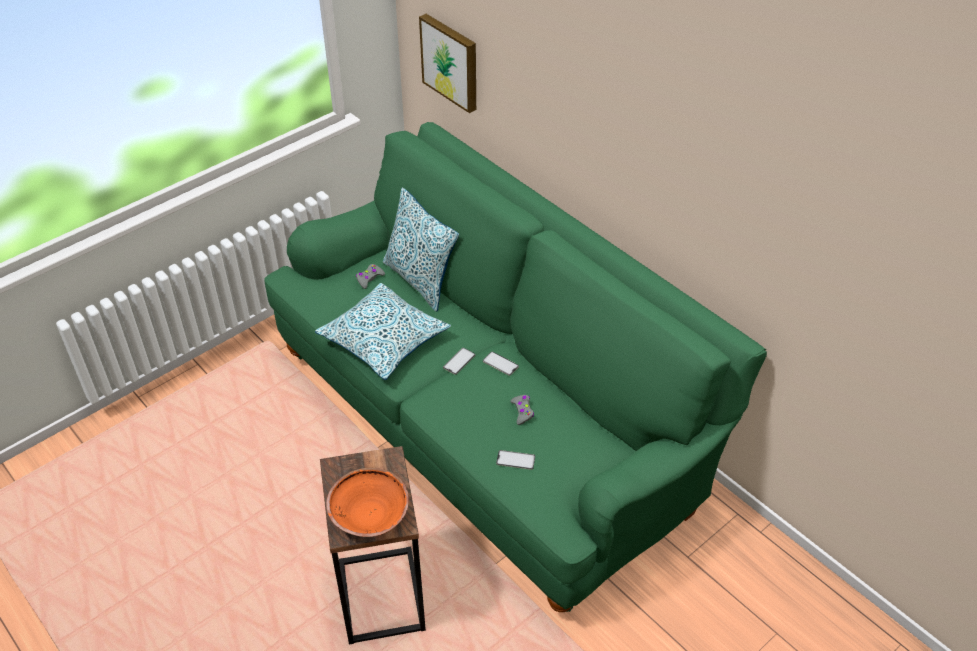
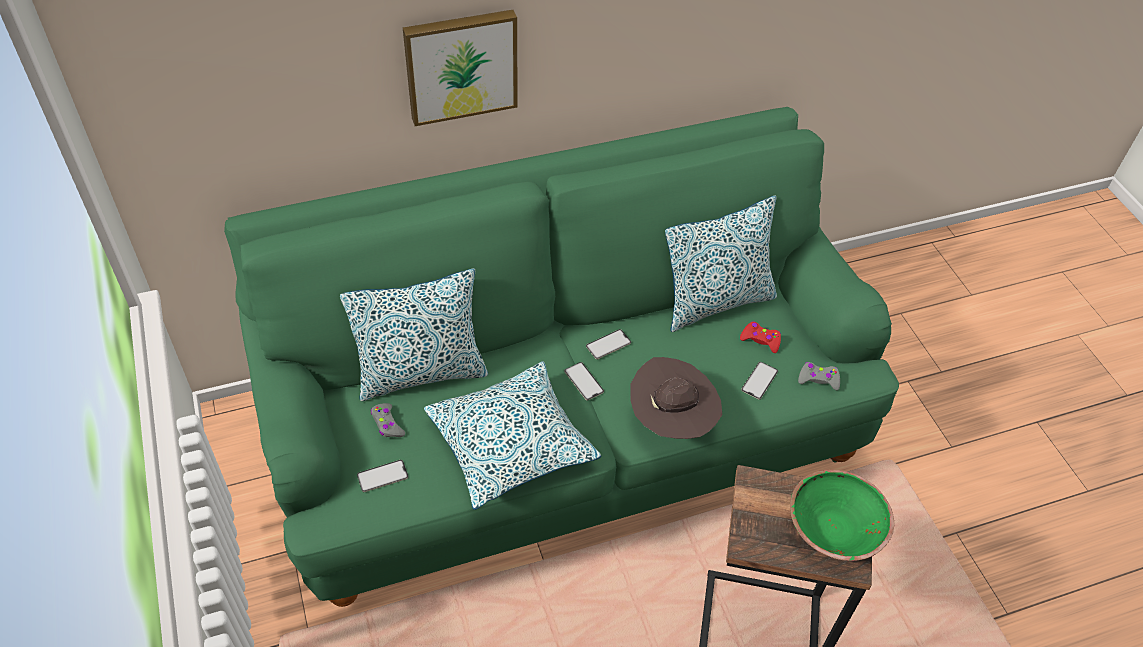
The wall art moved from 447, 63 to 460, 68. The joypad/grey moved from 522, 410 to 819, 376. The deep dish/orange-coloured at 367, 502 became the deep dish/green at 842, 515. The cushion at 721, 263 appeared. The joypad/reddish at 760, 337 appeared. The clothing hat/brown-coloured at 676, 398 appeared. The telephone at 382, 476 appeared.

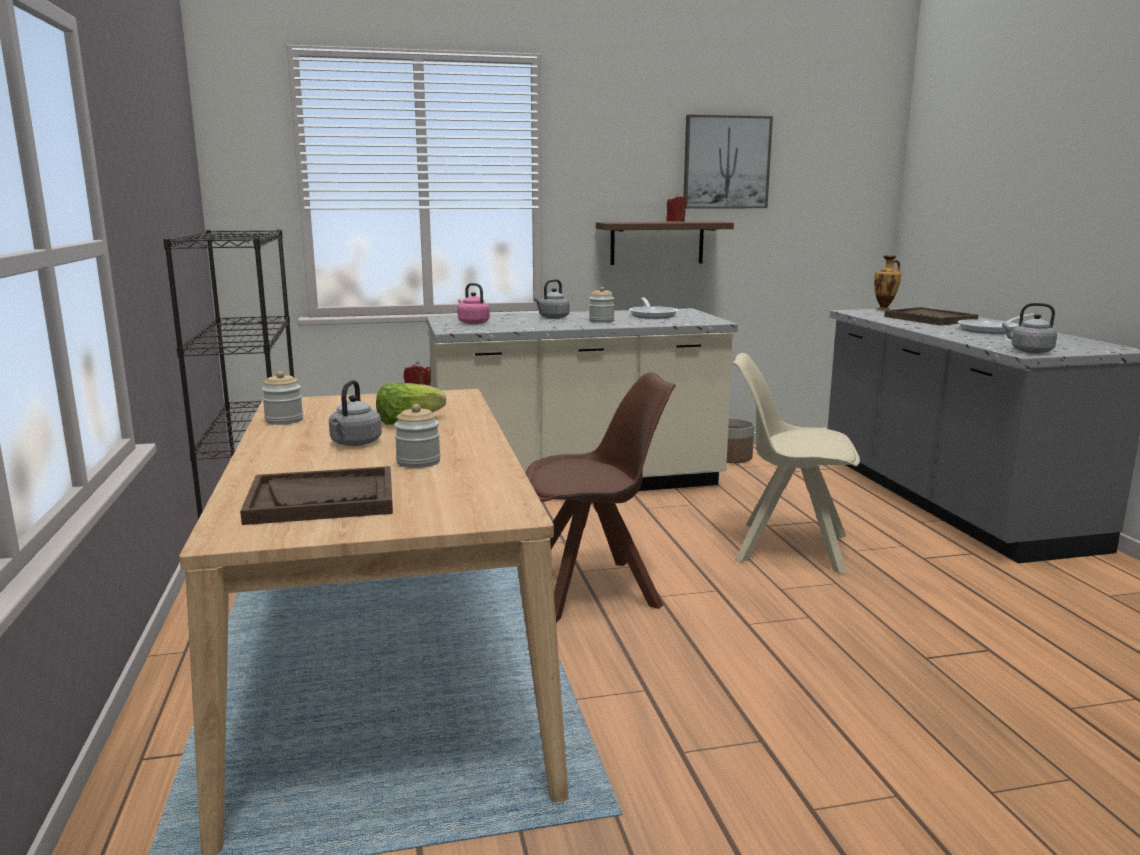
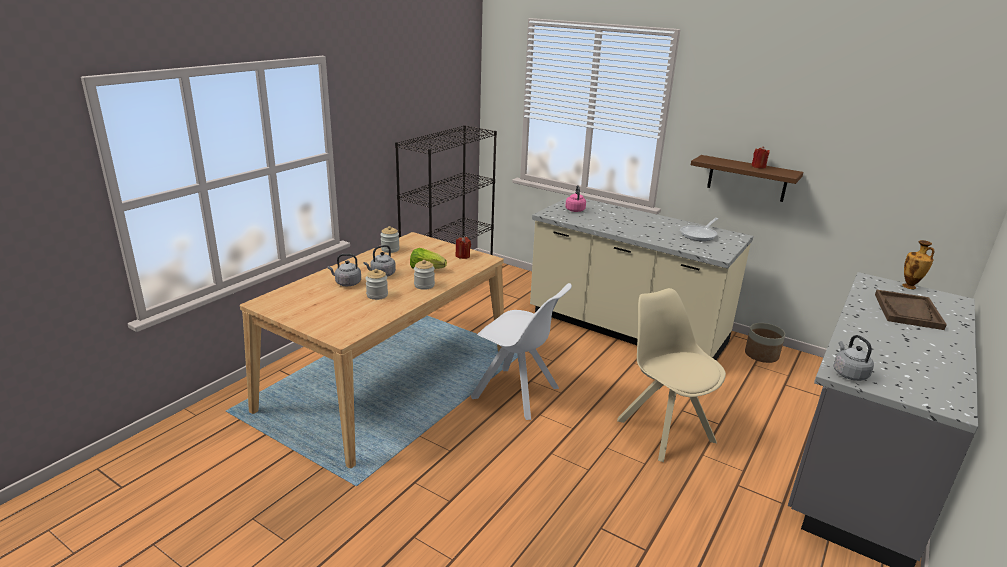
The wall art at 728, 162 disappeared. The water kettle/grey moved from 551, 299 to 344, 270. The storage jar moved from 602, 305 to 424, 275. The pan at 996, 323 disappeared. The upright chair/brown-coloured at 600, 497 became the upright chair/white at 521, 351. The serving tray/brown-coloured at 316, 495 disappeared.

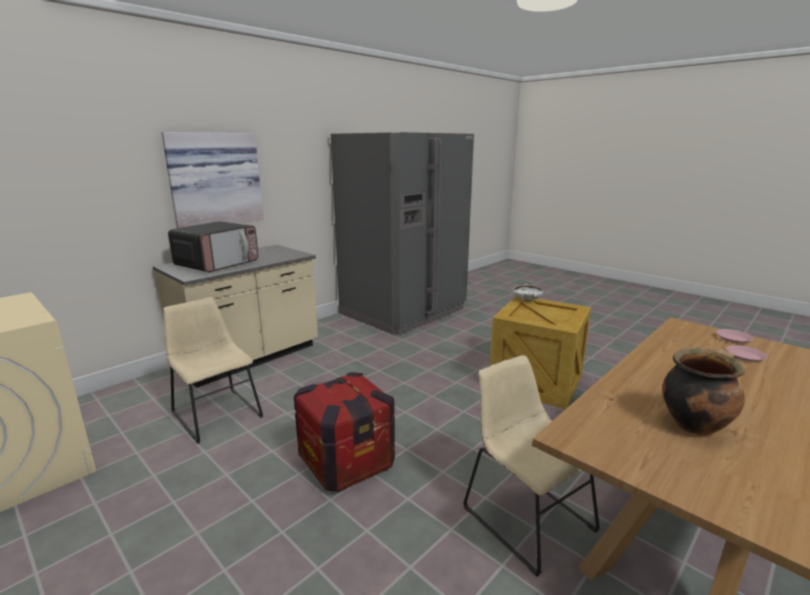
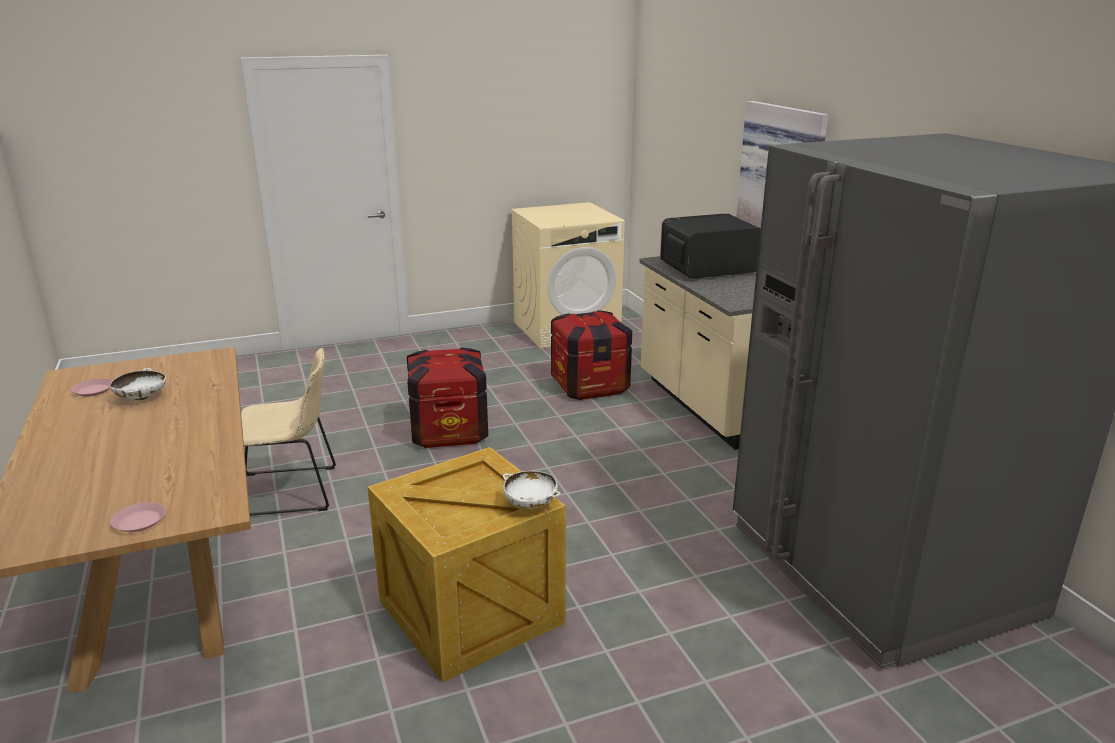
The microwave oven at 213, 246 turned 105 degrees clockwise. The upright chair/beige-coloured at 213, 370 was replaced by the packing crate at 591, 355. The flat dish/pink-coloured moved from 746, 353 to 91, 388. The saucepot at 703, 391 was replaced by the deep dish/white at 138, 384.

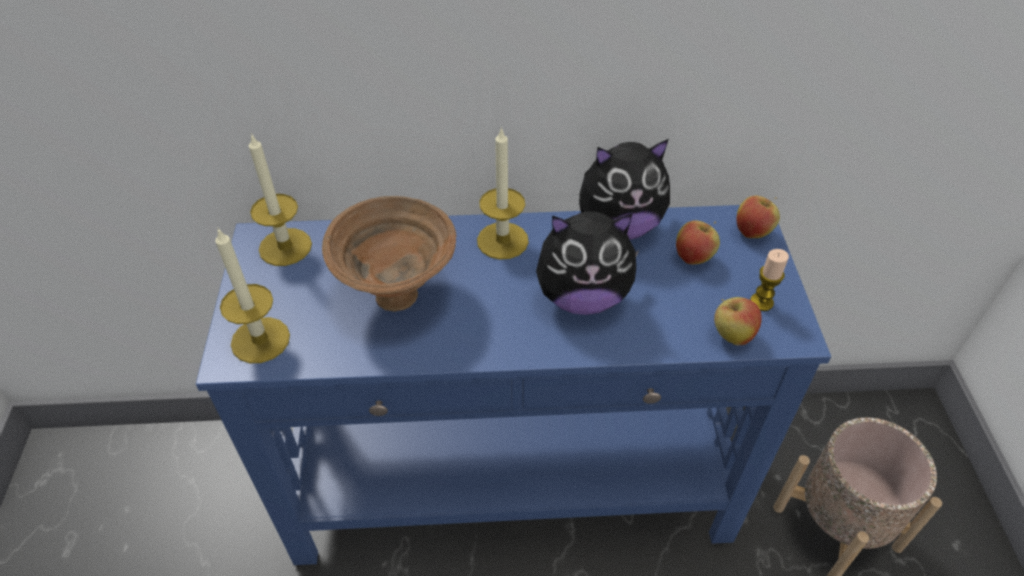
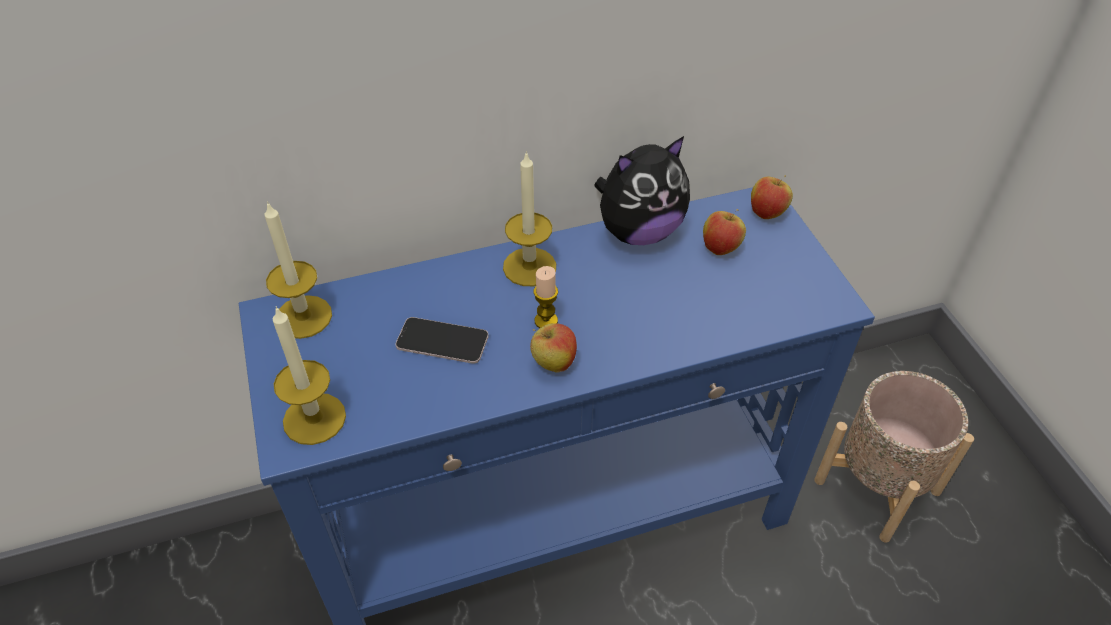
The deep dish/brown-coloured at 389, 254 was replaced by the telephone at 442, 340. The plush toy at 588, 263 disappeared. The wax candle moved from 769, 280 to 546, 297. The apple fruit moved from 738, 321 to 553, 348.

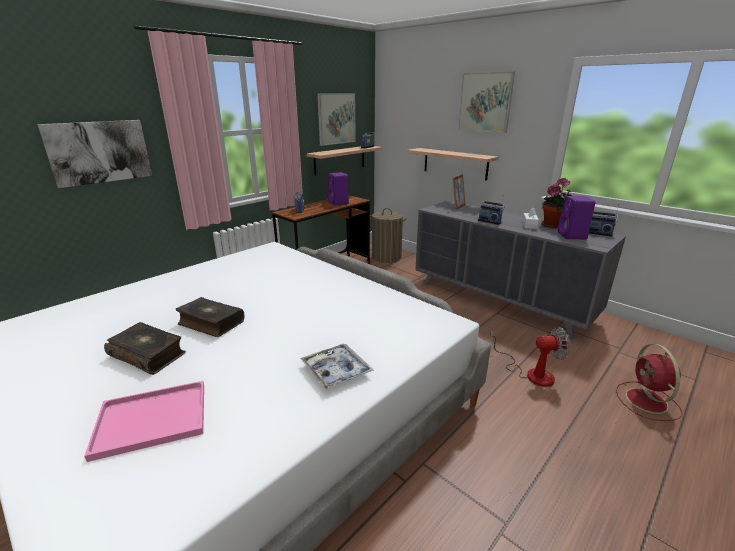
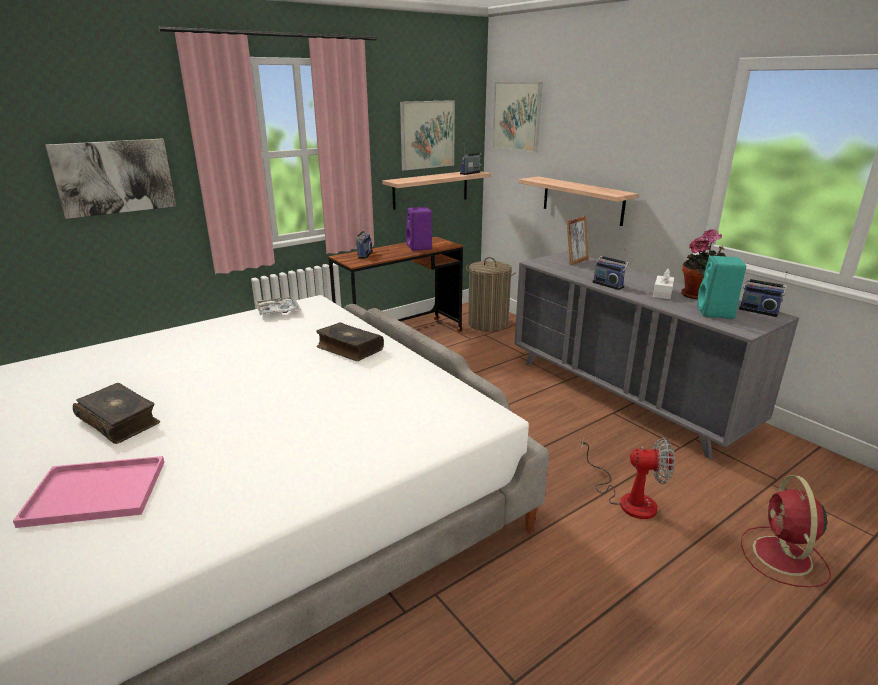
The wall art moved from 486, 102 to 517, 117. The audio speaker/purple at 577, 217 became the audio speaker/turquoise at 721, 287. The volume moved from 210, 317 to 350, 341. The serving tray moved from 337, 367 to 278, 306.

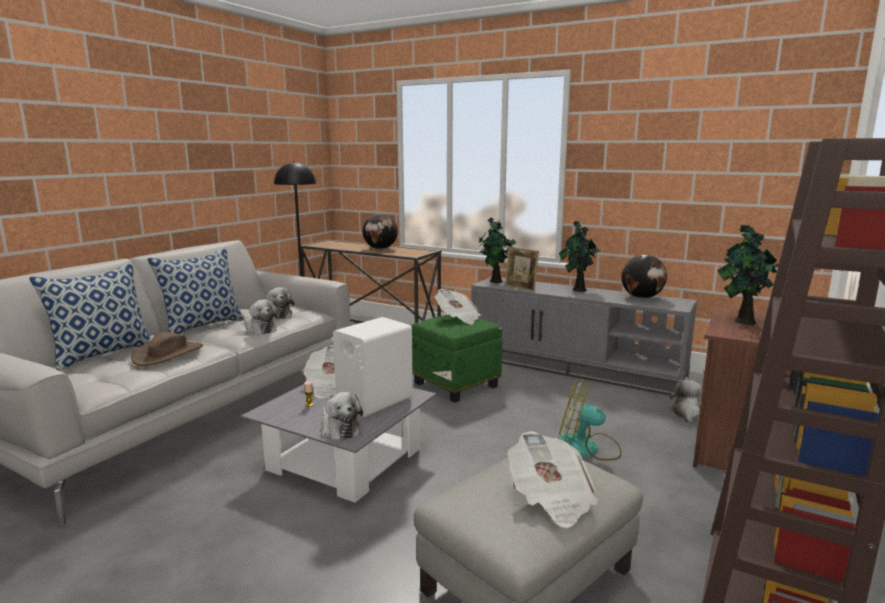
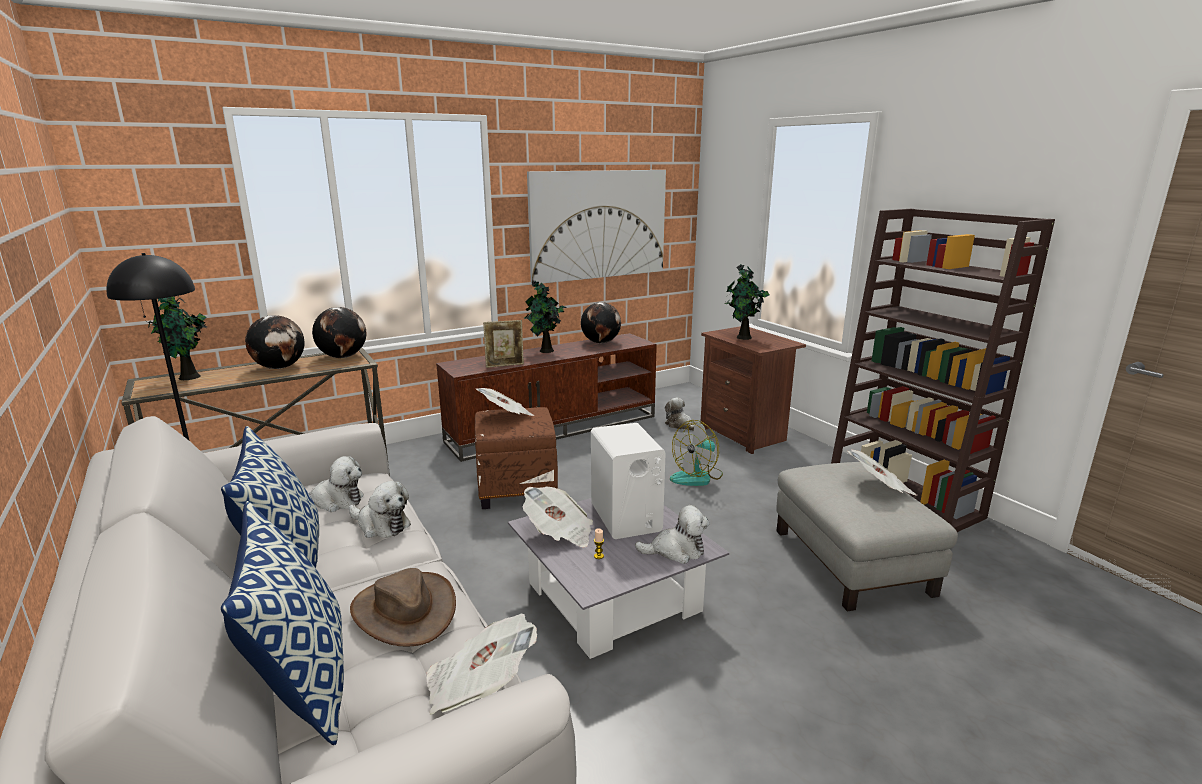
The houseplant moved from 497, 250 to 177, 338. The media console/grey at 584, 336 became the media console/brown-coloured at 546, 397. The plush toy at 260, 317 turned 45 degrees clockwise. The ottoman/green at 457, 358 became the ottoman/brown-coloured at 516, 458. The wall art at 596, 227 appeared. The globe at 339, 332 appeared. The newspaper at 482, 664 appeared.

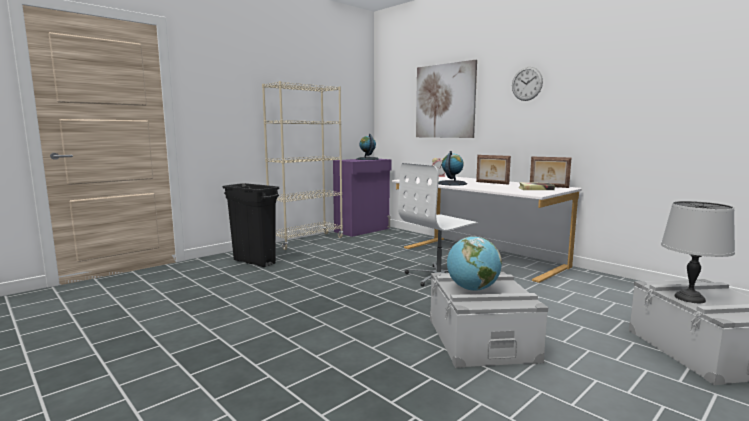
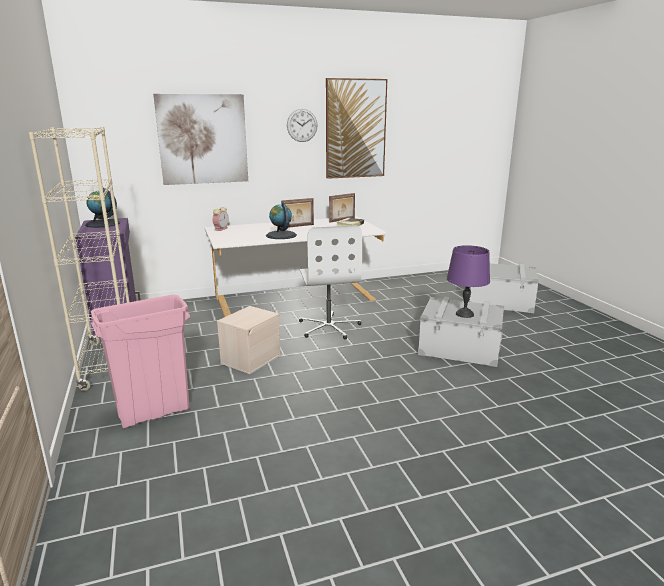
The trash can/blackish at 251, 225 became the trash can/pink-coloured at 140, 361. The lamp for a table/grey at 698, 252 disappeared. The globe at 474, 263 was replaced by the lamp for a table/purple at 468, 281. The wall art at 356, 128 appeared. The storage bin/beige-coloured at 249, 340 appeared.

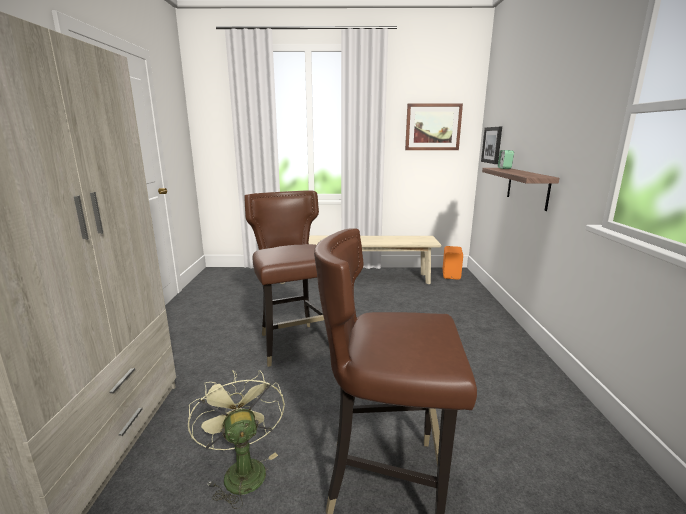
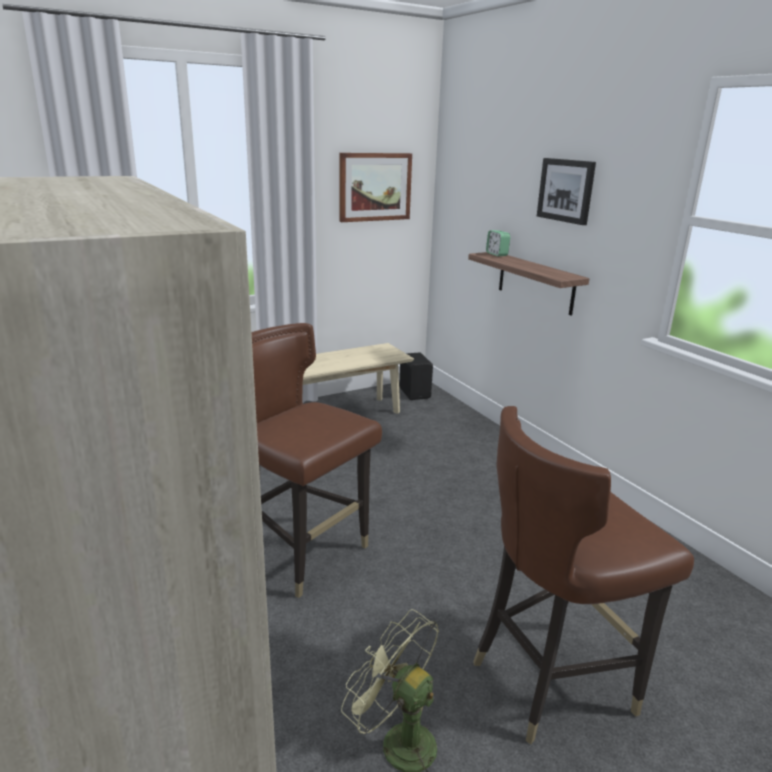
The wall art moved from 491, 145 to 566, 191. The audio speaker/orange-coloured at 453, 263 became the audio speaker/blackish at 416, 376.

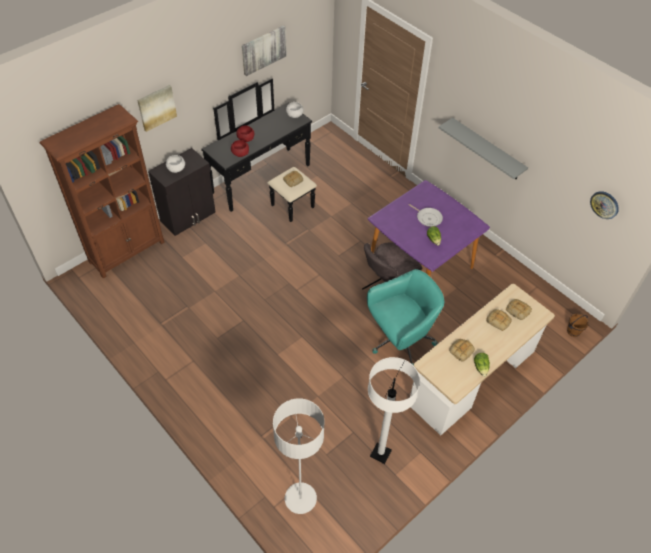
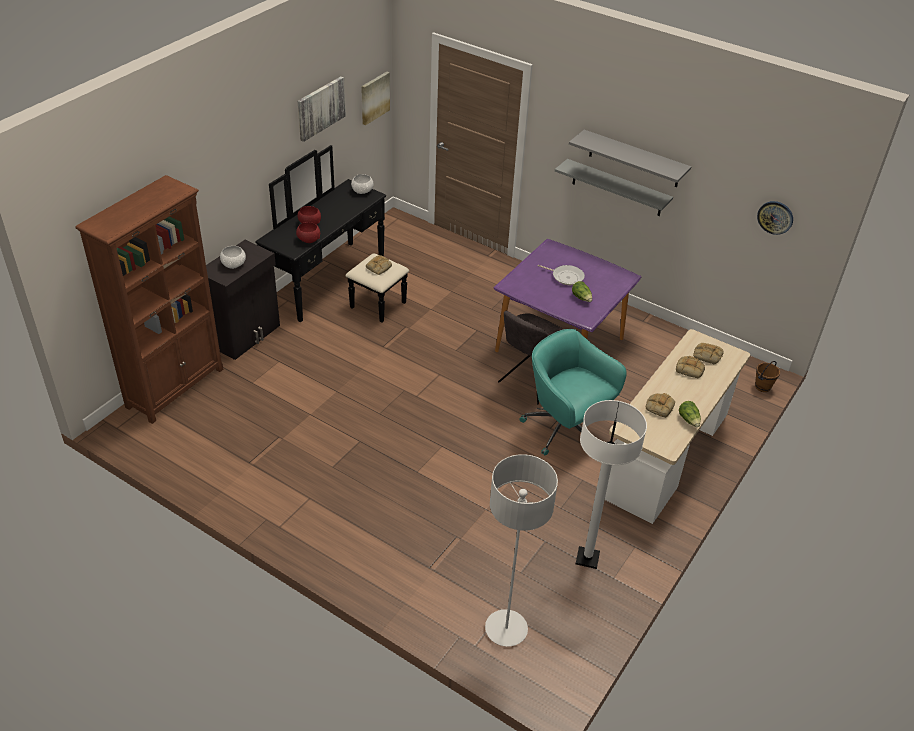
The wall art moved from 157, 108 to 375, 99. The desk chair/turquoise at 405, 317 turned 90 degrees counterclockwise. The shelf/grey at 630, 158 appeared.

